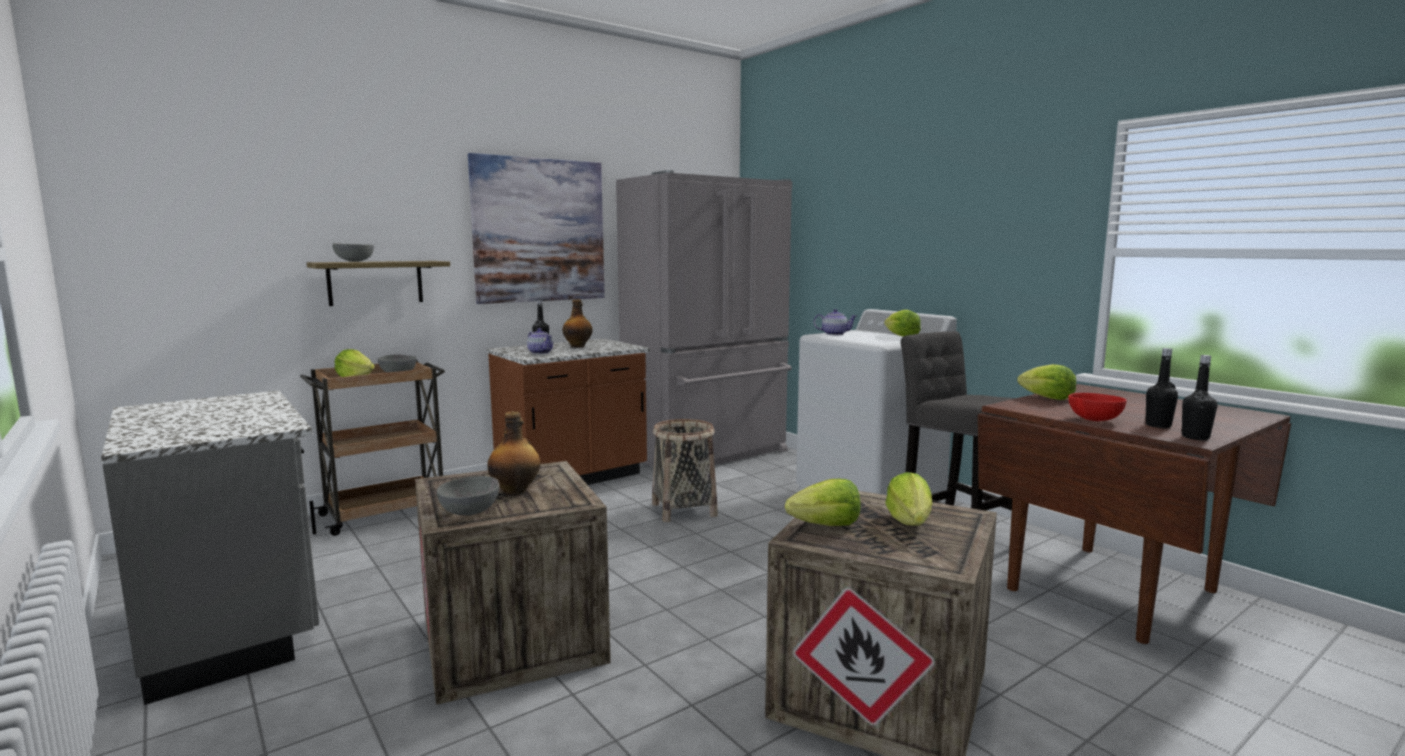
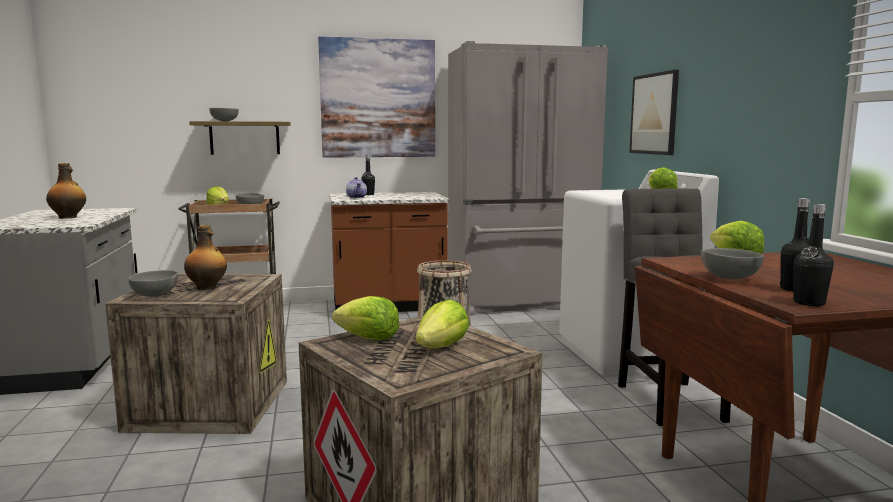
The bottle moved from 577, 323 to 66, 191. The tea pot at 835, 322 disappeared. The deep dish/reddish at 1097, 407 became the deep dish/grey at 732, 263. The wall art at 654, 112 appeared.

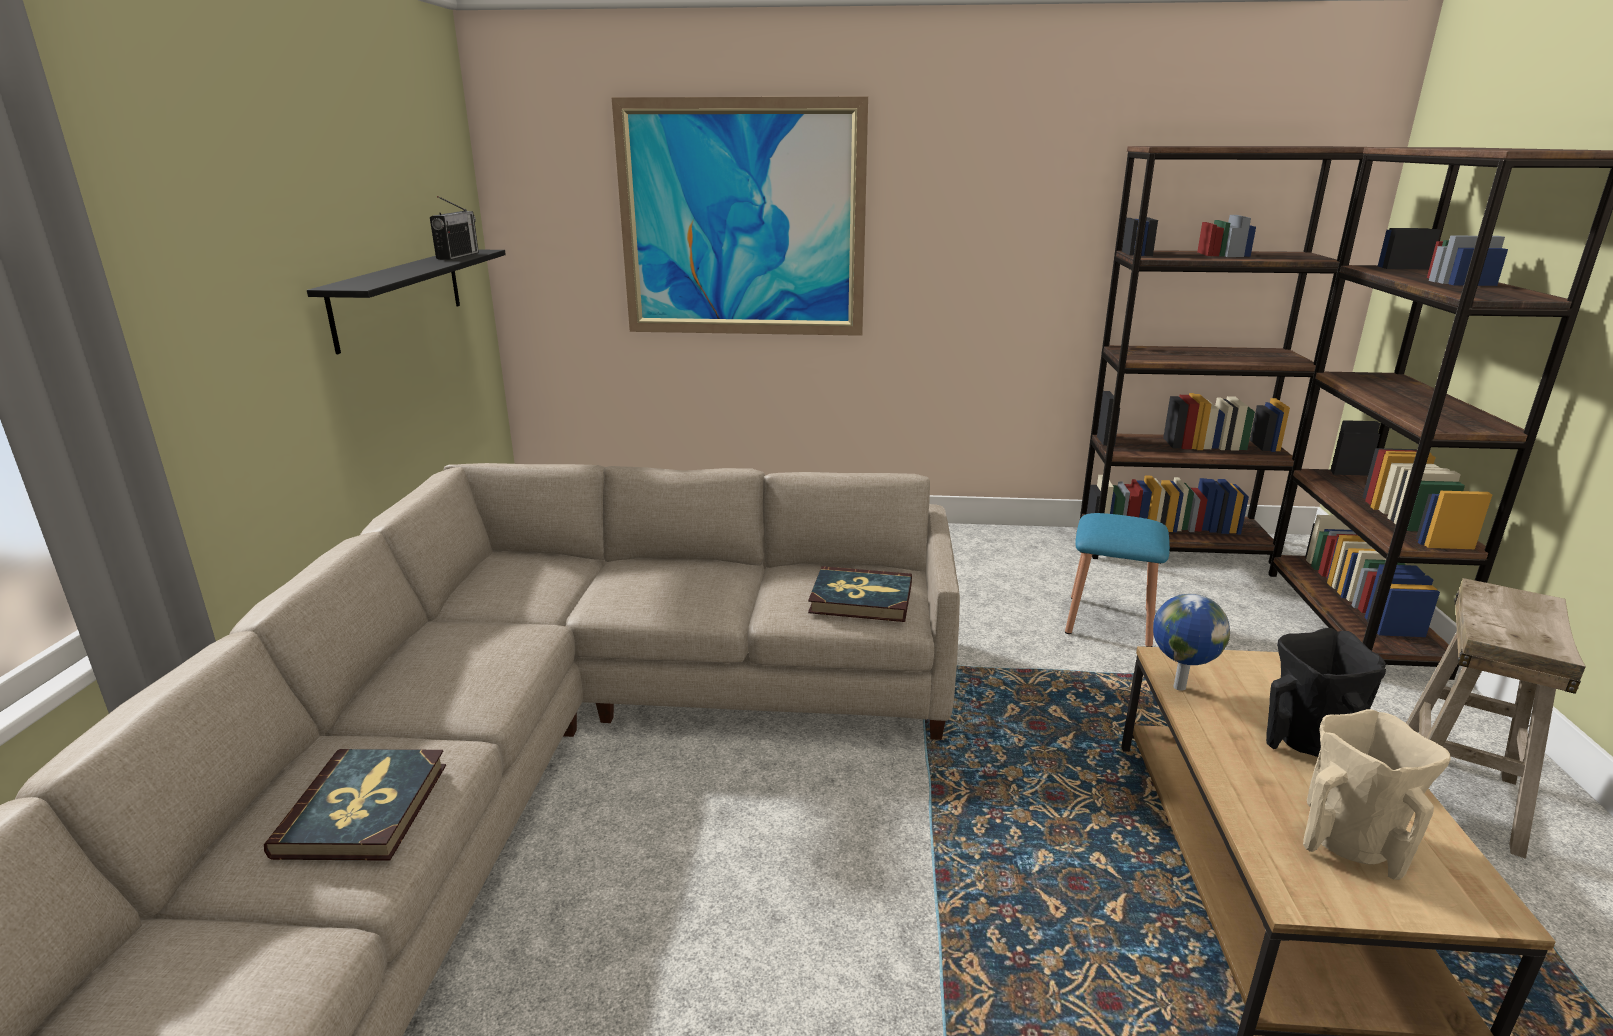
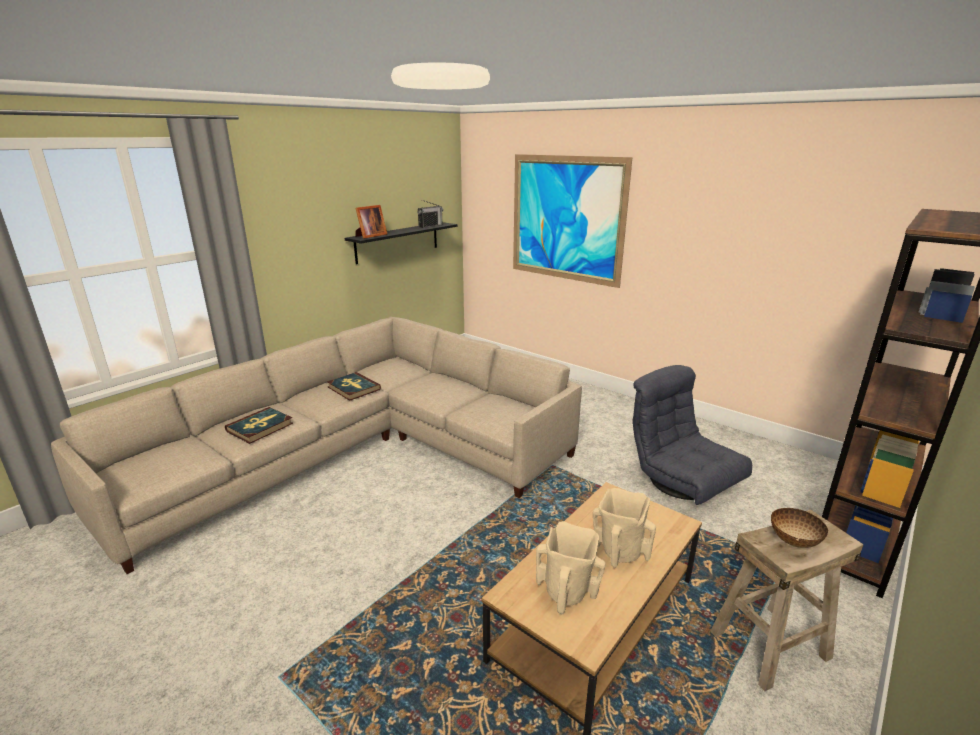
The shelving unit/brown-coloured at 1222, 355 disappeared. The stool seat/blue at 1117, 580 was replaced by the lounge chair/grey at 692, 435. The volume moved from 860, 594 to 354, 386. The globe at 1191, 642 disappeared. The flower vase/blackish at 1326, 692 became the flower vase/beige-coloured at 624, 528. The standing frame at 371, 222 appeared. The deep dish at 799, 528 appeared.

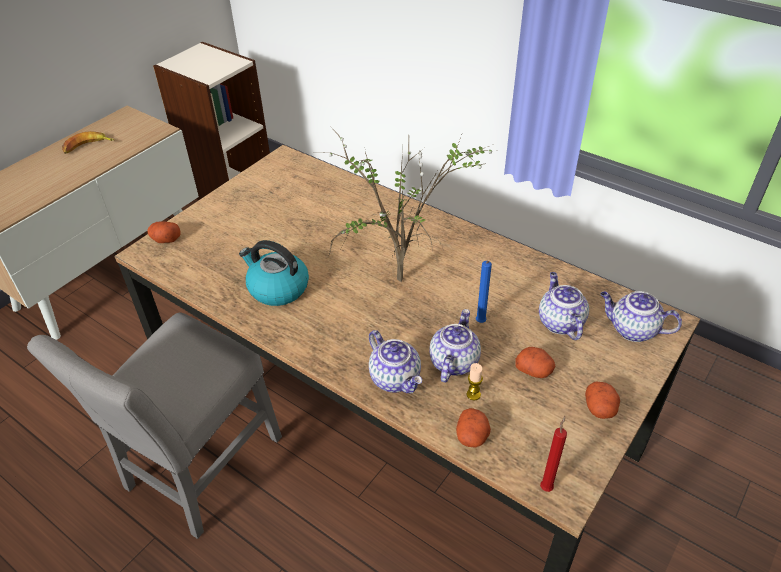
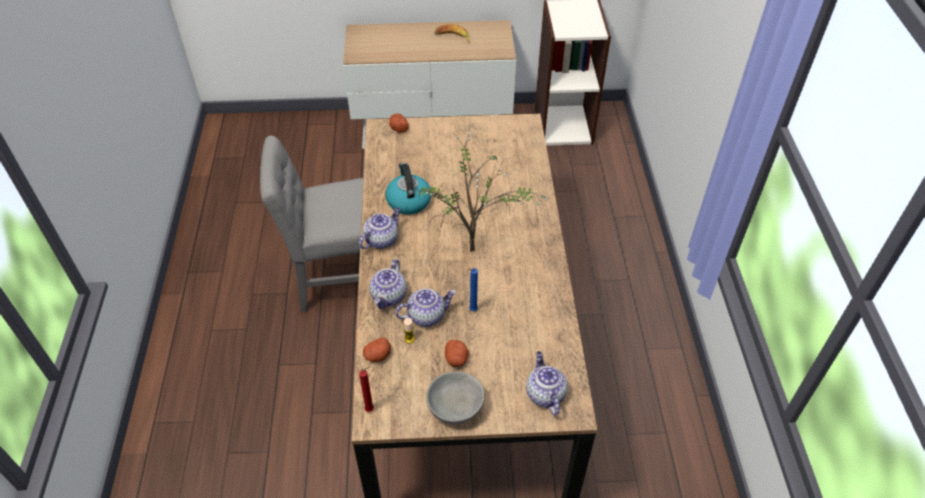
The tea pot moved from 564, 306 to 379, 228. The potato at 602, 400 was replaced by the deep dish/grey at 455, 398.

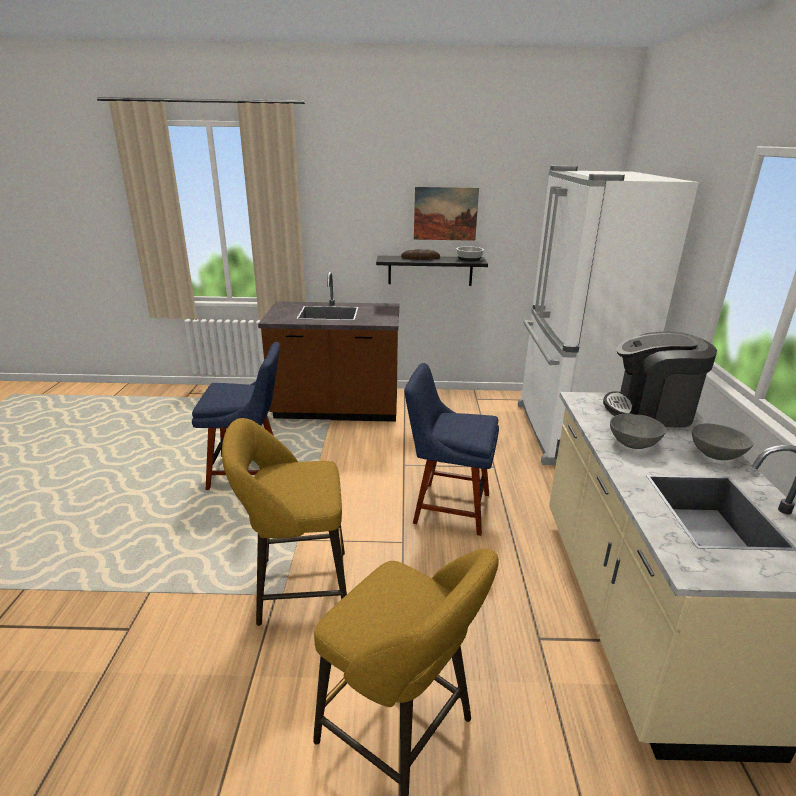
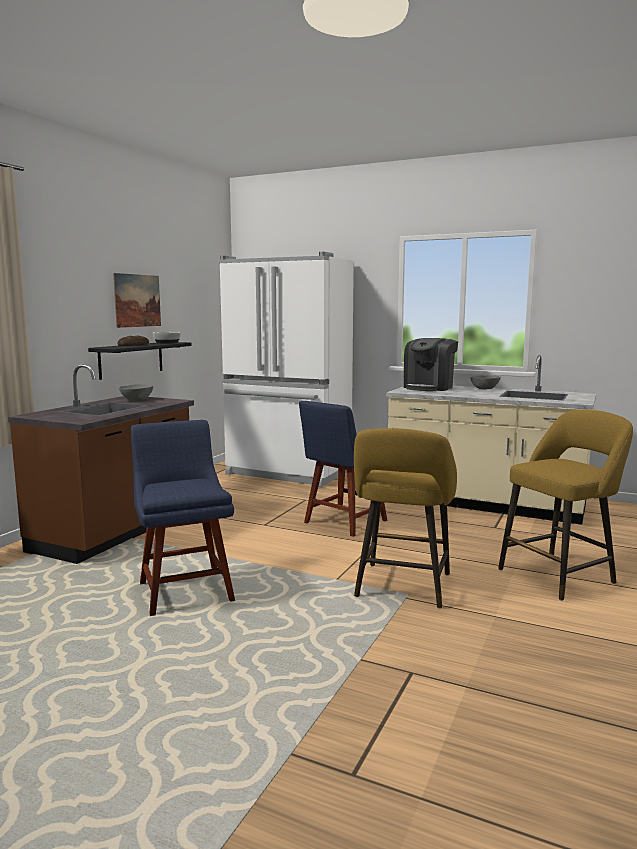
The upright chair/blue at 236, 416 turned 45 degrees counterclockwise. The deep dish/grey moved from 638, 431 to 136, 392.

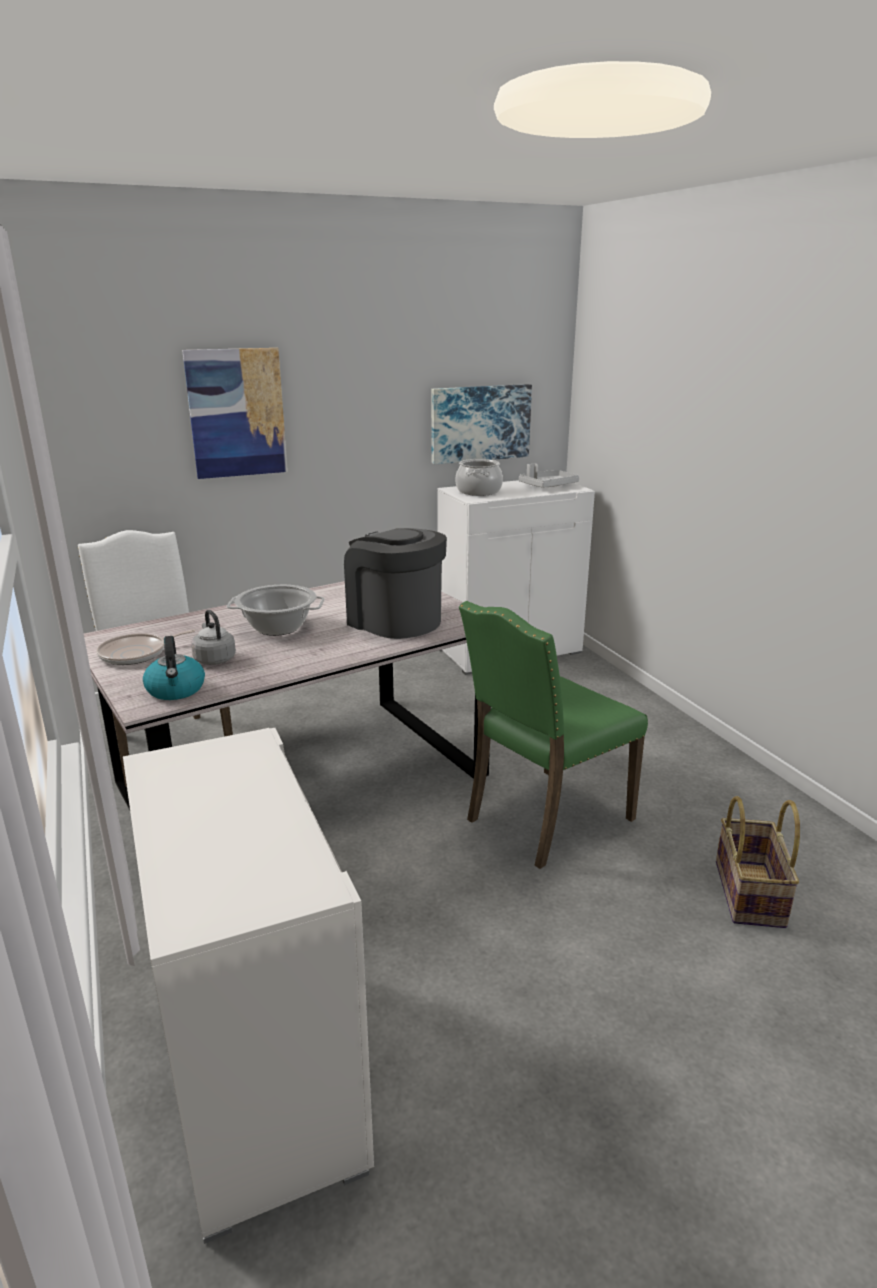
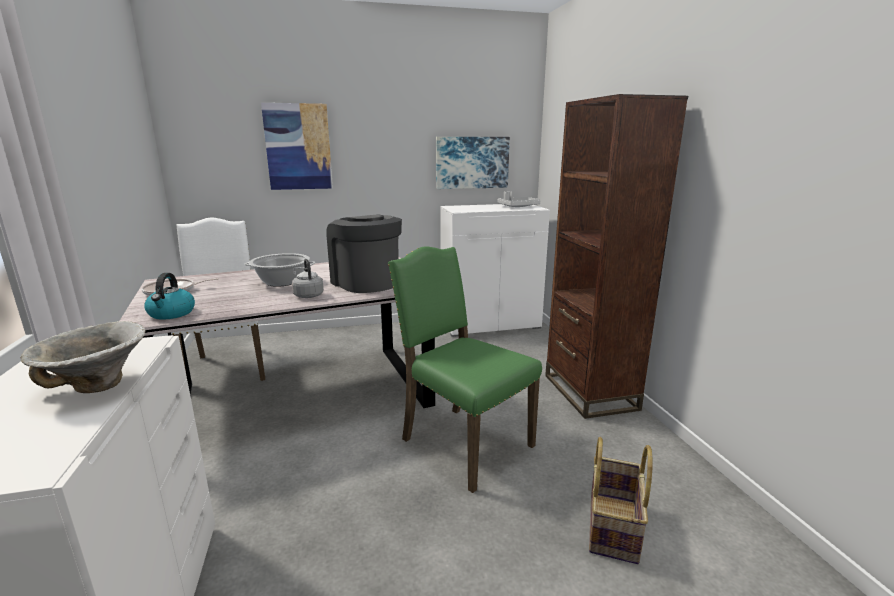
The saucepot at 479, 477 disappeared. The upright chair/green at 553, 735 turned 75 degrees clockwise. The water kettle/grey moved from 213, 637 to 308, 278. The shelving unit/brown-coloured at 616, 256 appeared. The deep dish at 83, 357 appeared.

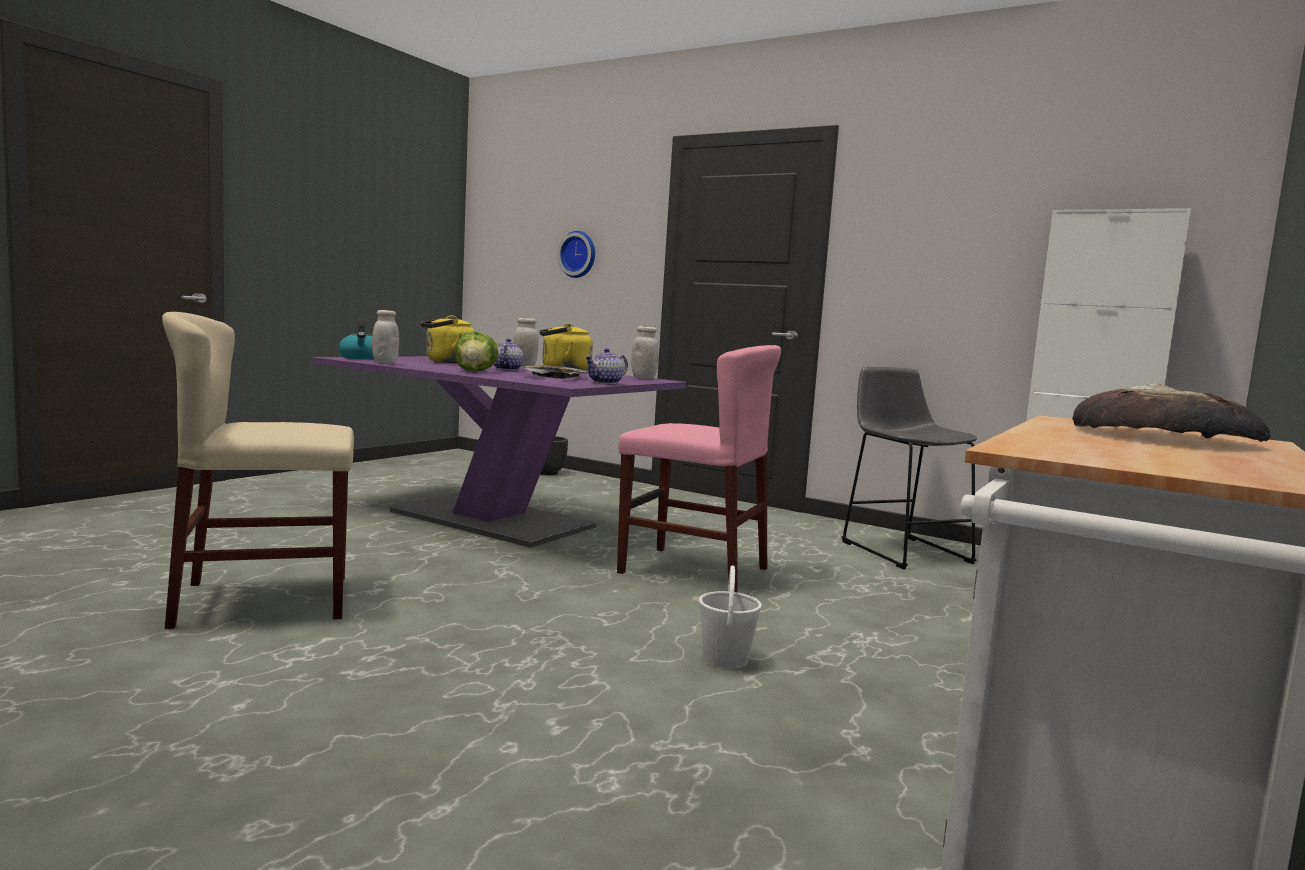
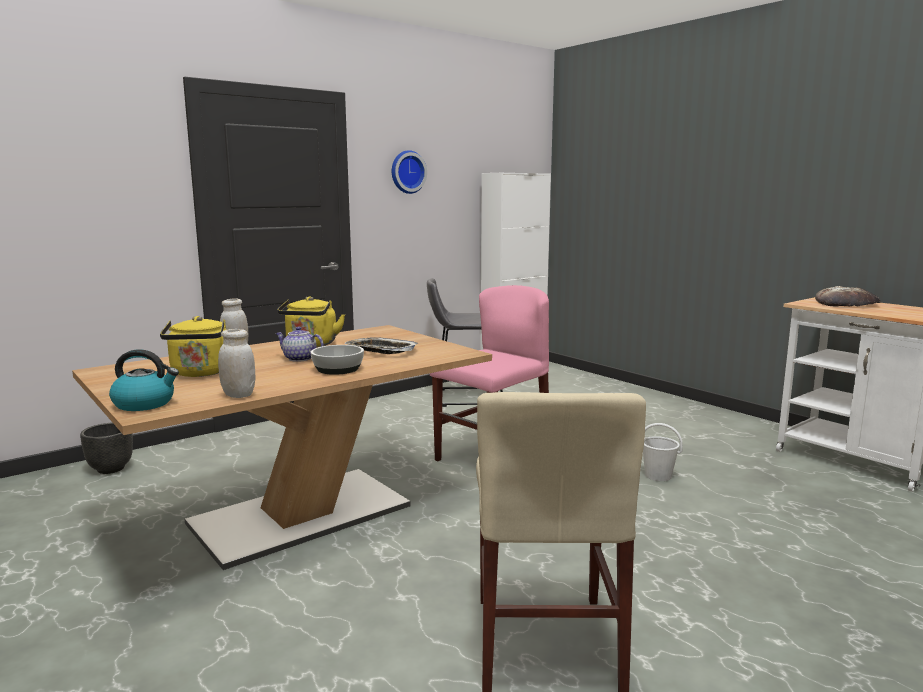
The hanging clock moved from 576, 254 to 409, 172. The storage jar/white at 645, 352 disappeared. The lettuce head at 476, 351 was replaced by the deep dish at 337, 360. The tea pot at 606, 366 disappeared. The dining table/purple at 499, 452 became the dining table/brown-coloured at 282, 447.

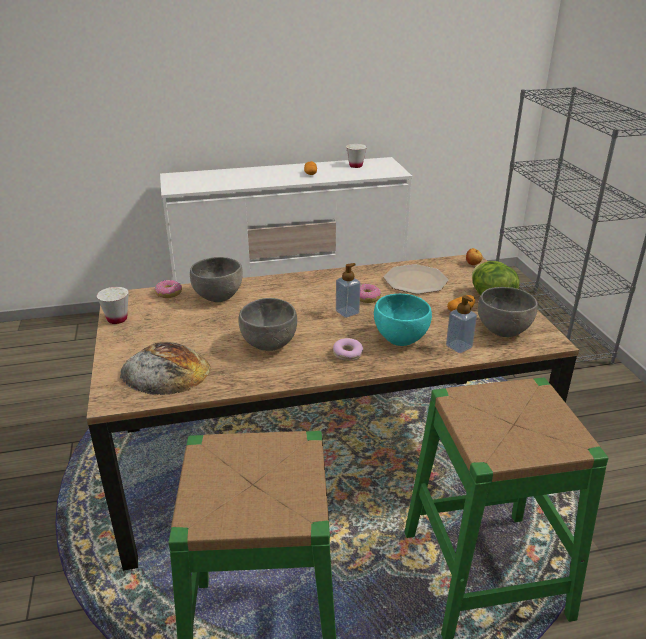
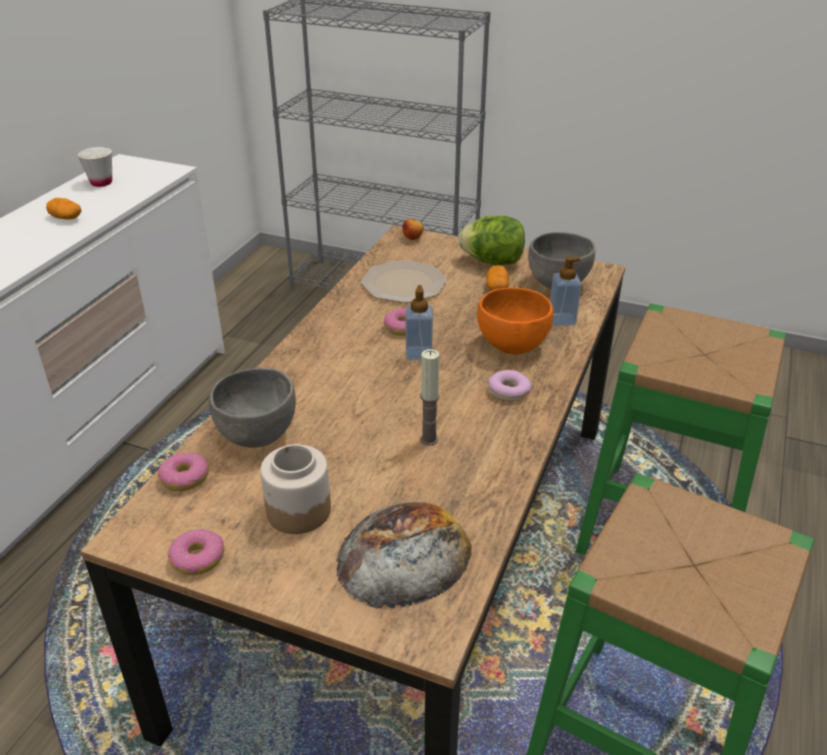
The cup/white at 113, 305 was replaced by the doughnut at 196, 552. The deep dish/turquoise at 403, 320 became the deep dish/orange-coloured at 515, 321. The deep dish/grey at 267, 324 was replaced by the wax candle at 430, 397. The storage jar at 295, 489 appeared.

